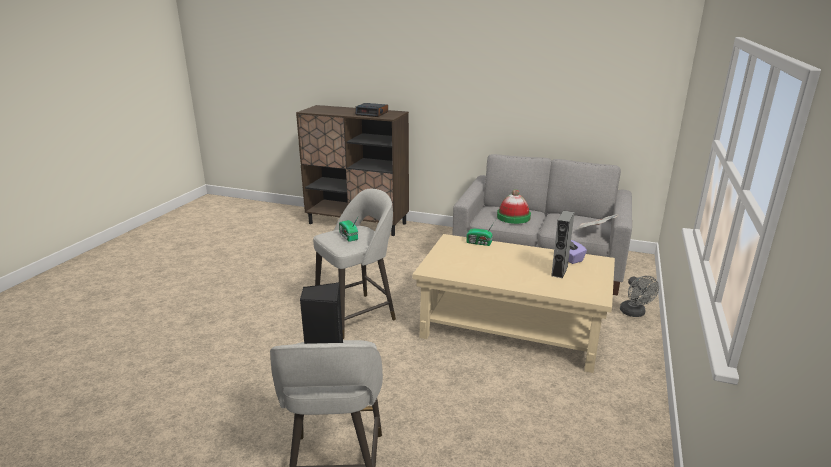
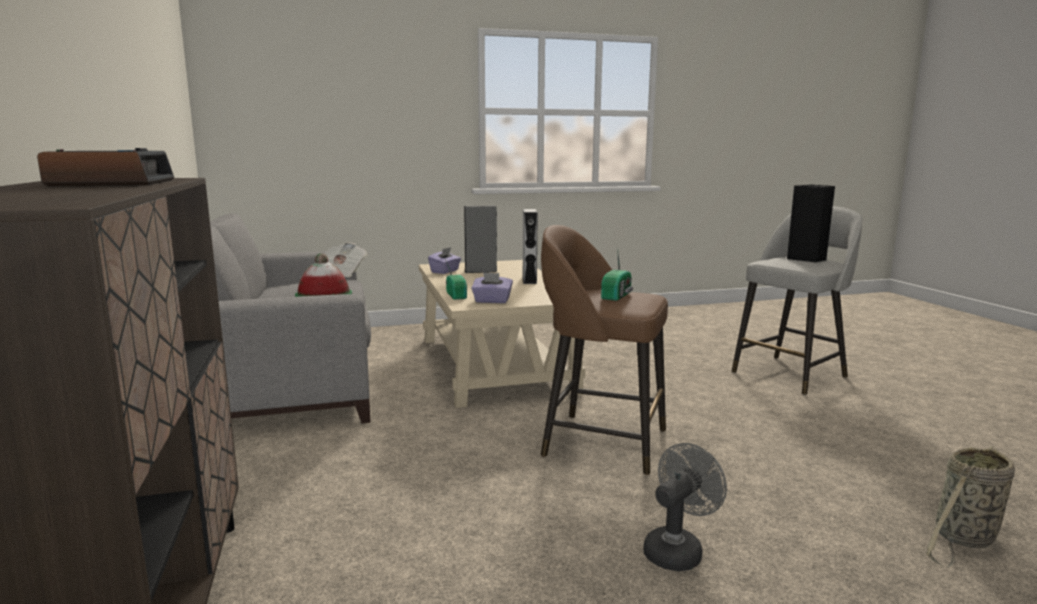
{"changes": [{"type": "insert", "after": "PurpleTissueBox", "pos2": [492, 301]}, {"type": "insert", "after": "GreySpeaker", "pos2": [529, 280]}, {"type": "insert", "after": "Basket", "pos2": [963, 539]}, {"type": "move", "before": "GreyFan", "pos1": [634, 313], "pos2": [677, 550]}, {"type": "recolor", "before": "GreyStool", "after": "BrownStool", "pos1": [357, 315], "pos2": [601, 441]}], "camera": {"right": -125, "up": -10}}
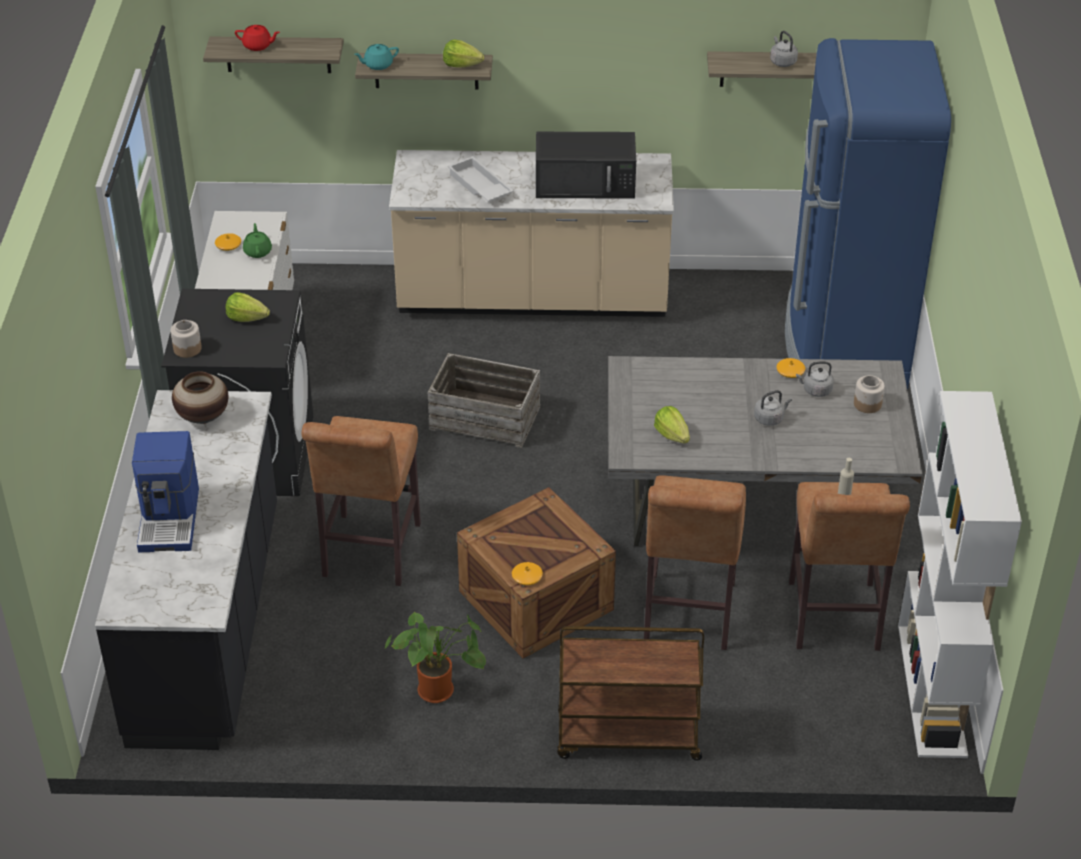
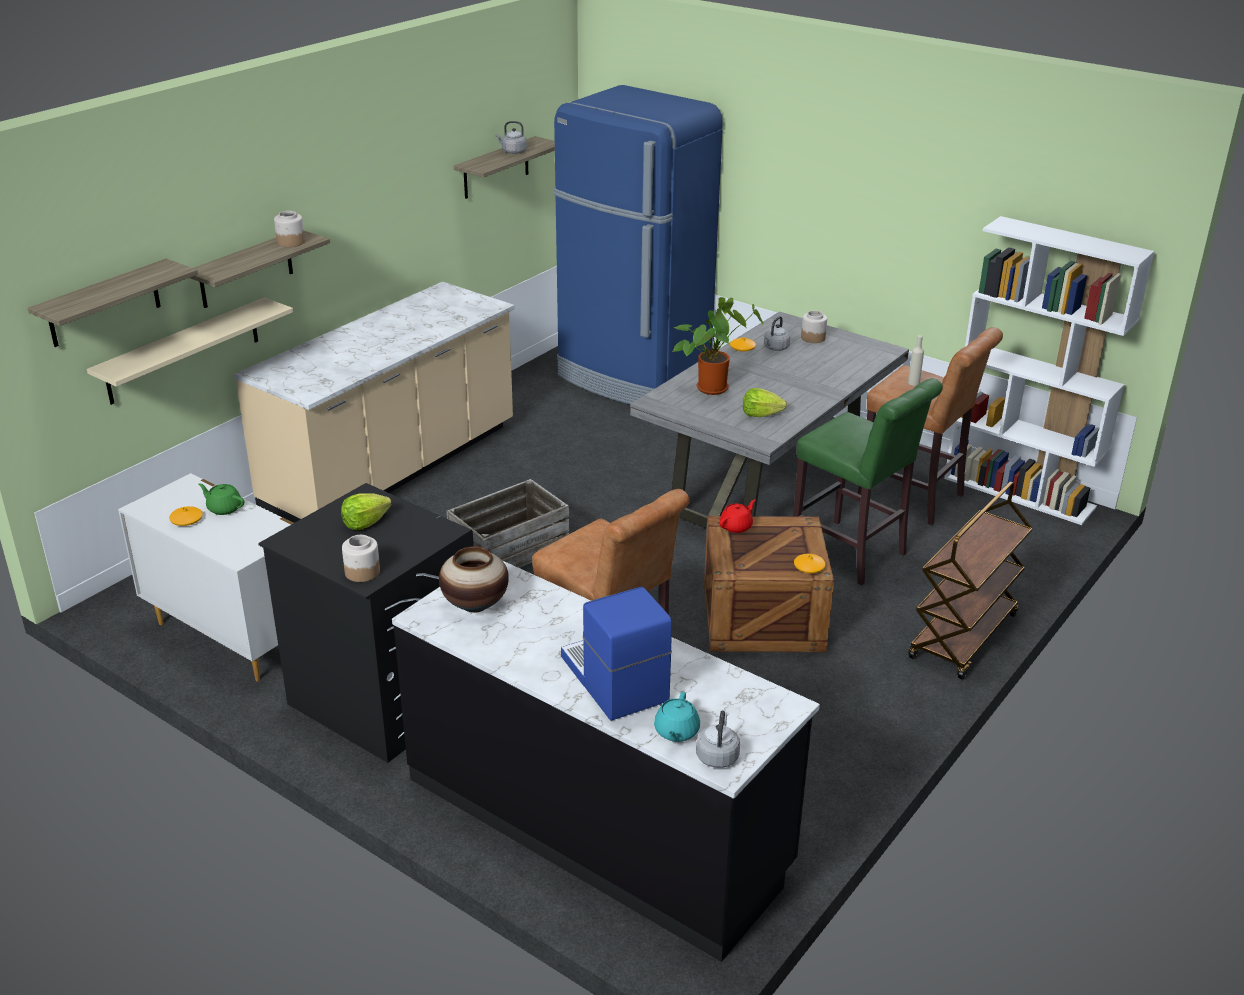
{"changes": [{"type": "delete", "before": "WhiteTray", "pos1": [479, 186]}, {"type": "delete", "before": "BlackMicrowave", "pos1": [586, 183]}, {"type": "insert", "after": "BeigeShelf", "pos2": [183, 351]}, {"type": "move", "before": "RedTeapot", "pos1": [258, 46], "pos2": [736, 526]}, {"type": "move", "before": "TurquoiseTeapot", "pos1": [377, 65], "pos2": [676, 732]}, {"type": "move", "before": "PottedPlant", "pos1": [440, 690], "pos2": [713, 387]}, {"type": "move", "before": "GreyKettle", "pos1": [770, 418], "pos2": [717, 755]}, {"type": "replace", "before": "Lettuce", "after": "Jar", "pos1": [461, 65], "pos2": [290, 242]}, {"type": "recolor", "before": "BrownStool", "after": "GreenStool", "pos1": [688, 617], "pos2": [853, 555]}, {"type": "rotate", "before": "CoffeeMachine", "pos1": [170, 519], "pos2": [613, 680], "turn": -150}], "camera": {"right": -55, "up": -10}}
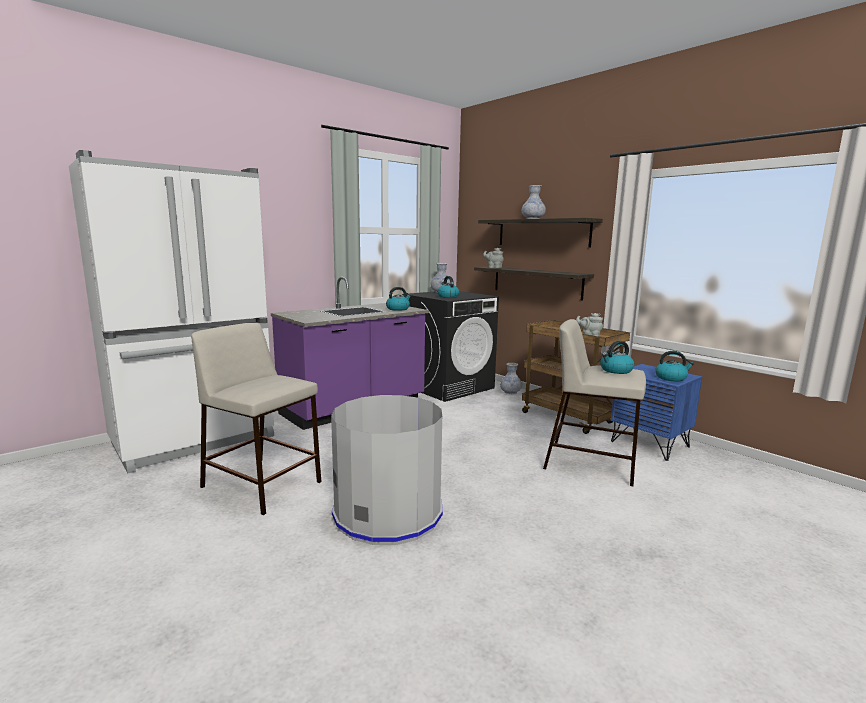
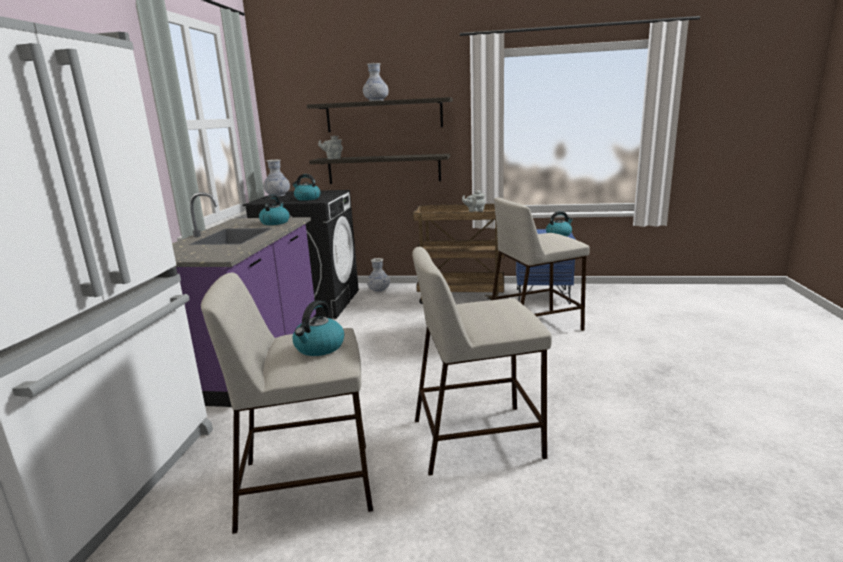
{"changes": [{"type": "move", "before": "Kettle", "pos1": [616, 370], "pos2": [319, 348]}, {"type": "replace", "before": "GreyTrashCan", "after": "BeigeStool", "pos1": [388, 513], "pos2": [478, 437]}], "camera": {"right": -40, "up": 5}}
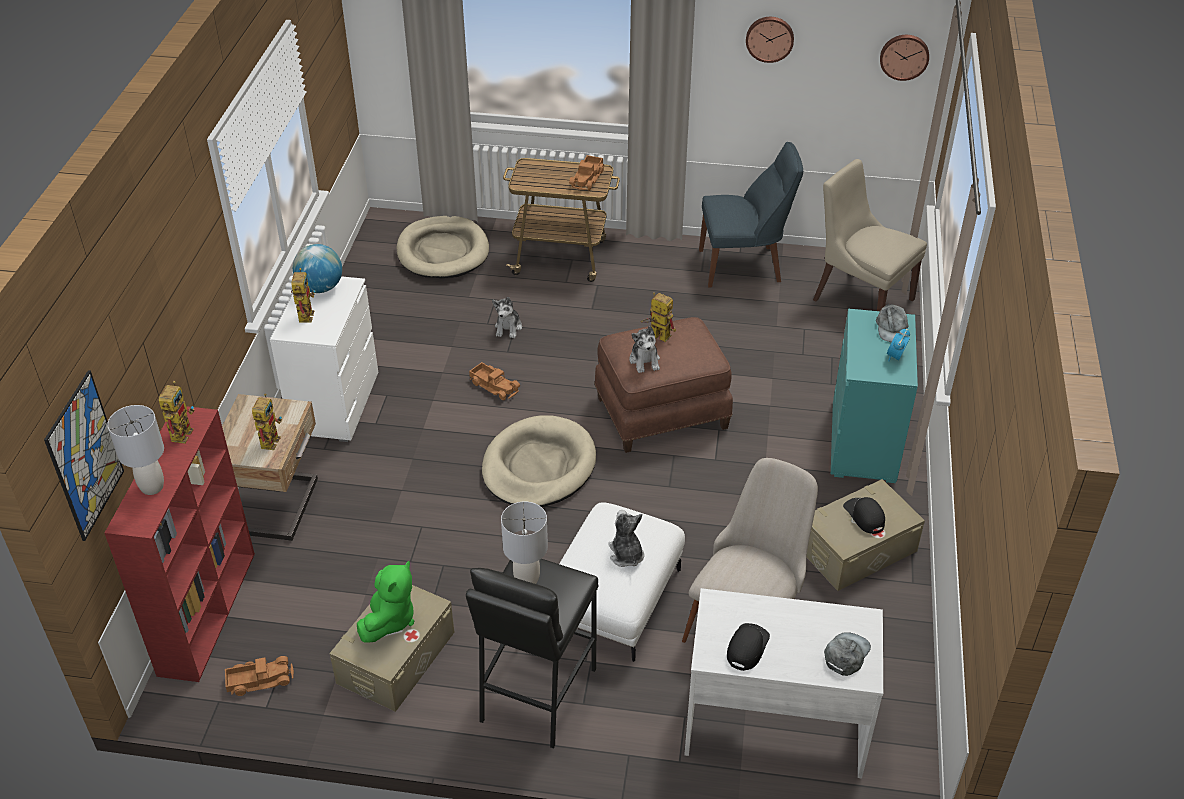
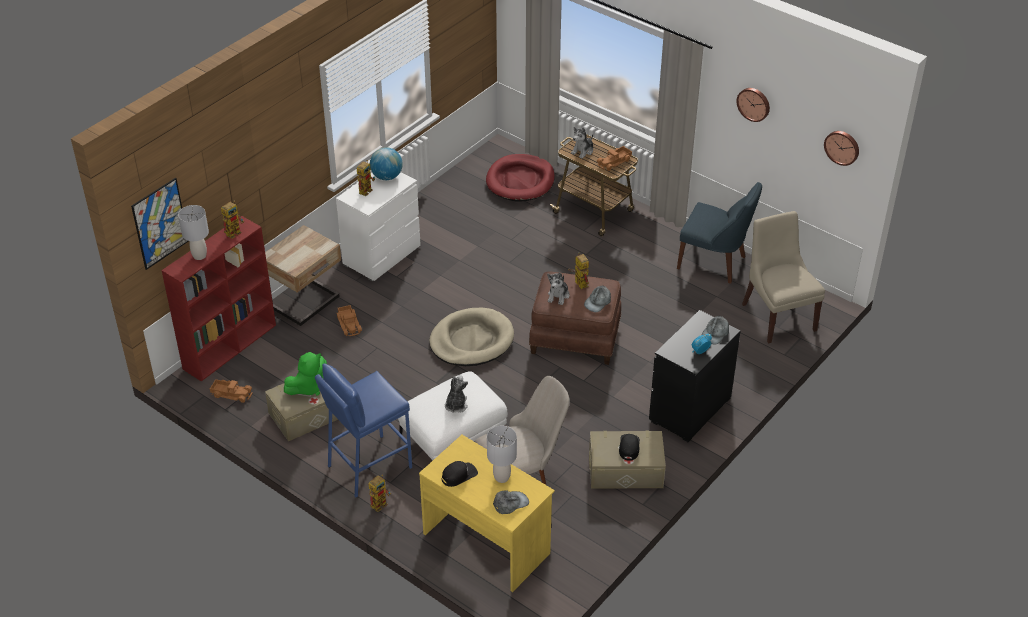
{"changes": [{"type": "insert", "after": "GreyCap", "pos2": [598, 302]}, {"type": "move", "before": "ToyRobot", "pos1": [270, 439], "pos2": [380, 502]}, {"type": "move", "before": "ToyTruck", "pos1": [495, 386], "pos2": [349, 324]}, {"type": "move", "before": "PlushToy", "pos1": [508, 328], "pos2": [583, 151]}, {"type": "move", "before": "GreyTableLamp", "pos1": [526, 579], "pos2": [501, 477]}, {"type": "recolor", "before": "BeigeDogBed", "after": "RedDogBed", "pos1": [443, 251], "pos2": [520, 181]}, {"type": "recolor", "before": "BlackStool", "after": "BlueStool", "pos1": [536, 694], "pos2": [369, 466]}, {"type": "recolor", "before": "WhiteDesk", "after": "YellowDesk", "pos1": [774, 725], "pos2": [487, 542]}, {"type": "recolor", "before": "TurquoiseDresser", "after": "BlackDresser", "pos1": [863, 443], "pos2": [689, 409]}], "camera": {"right": 30, "up": 0}}
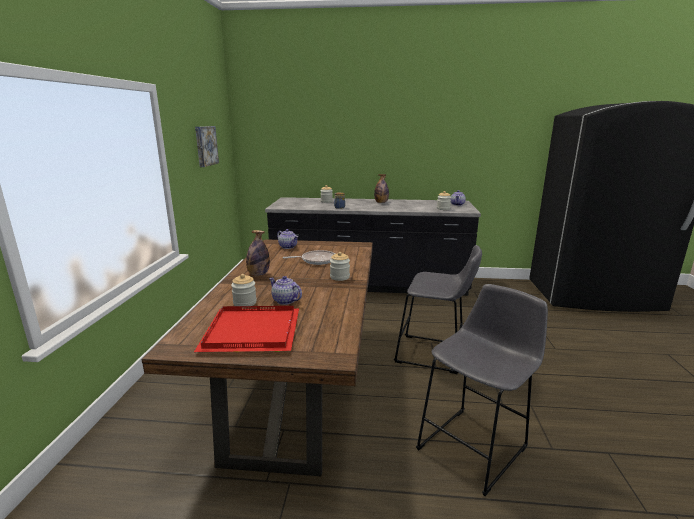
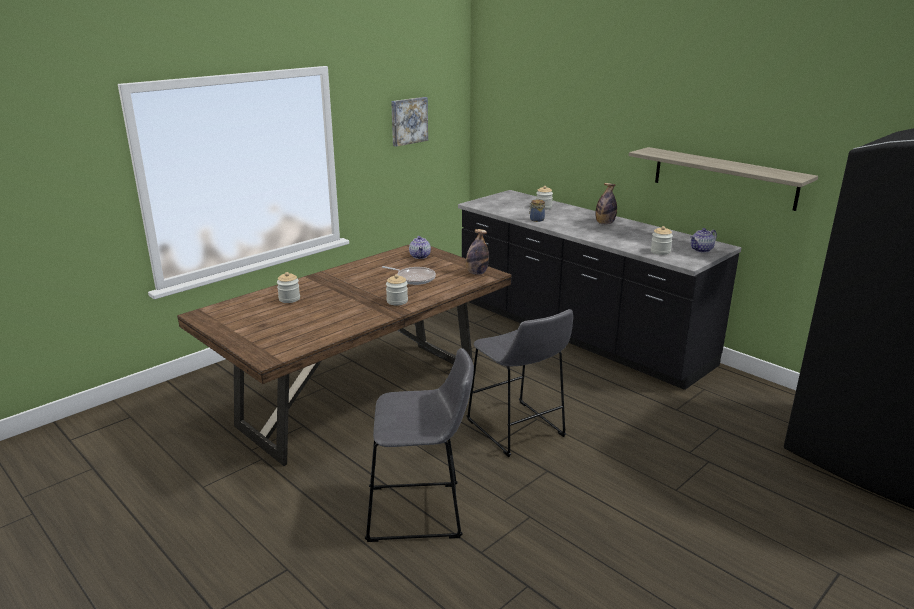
{"changes": [{"type": "delete", "before": "RedTray", "pos1": [253, 332]}, {"type": "delete", "before": "Teapot", "pos1": [285, 301]}, {"type": "insert", "after": "Shelf", "pos2": [723, 178]}, {"type": "move", "before": "Bottle", "pos1": [258, 274], "pos2": [476, 273]}], "camera": {"right": 40, "up": 5}}
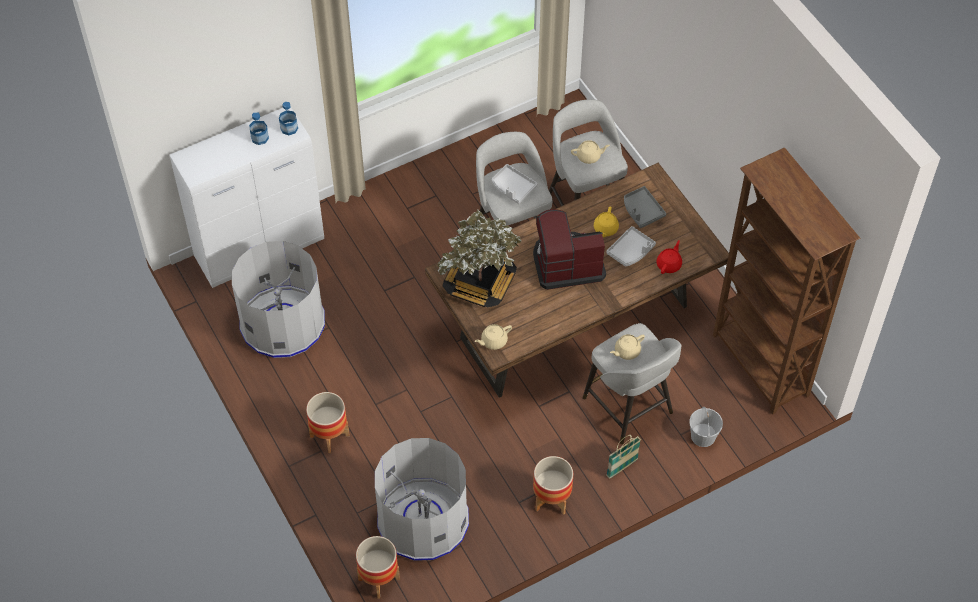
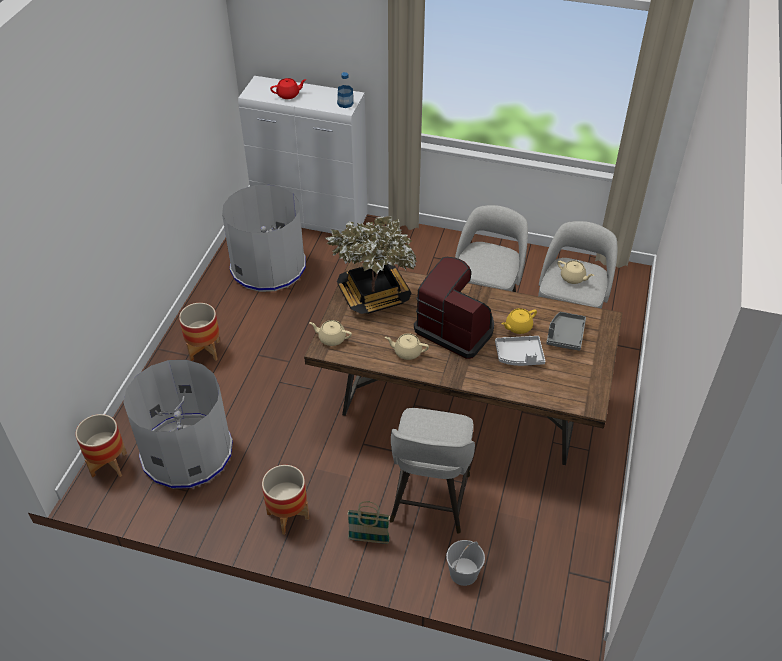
{"changes": [{"type": "delete", "before": "Bottle", "pos1": [259, 138]}, {"type": "delete", "before": "GreyTray", "pos1": [513, 188]}, {"type": "delete", "before": "BrownBookcase", "pos1": [760, 366]}, {"type": "move", "before": "BeigeTeapot", "pos1": [626, 351], "pos2": [407, 352]}, {"type": "move", "before": "RedTeapot", "pos1": [669, 264], "pos2": [288, 95]}], "camera": {"right": 45, "up": -10}}
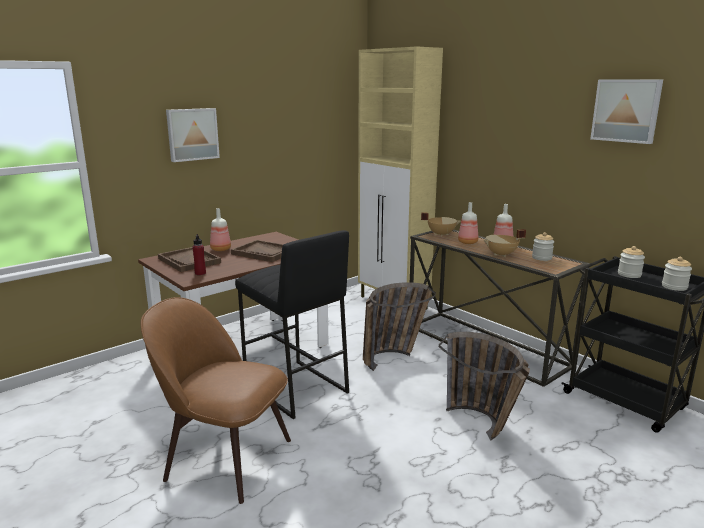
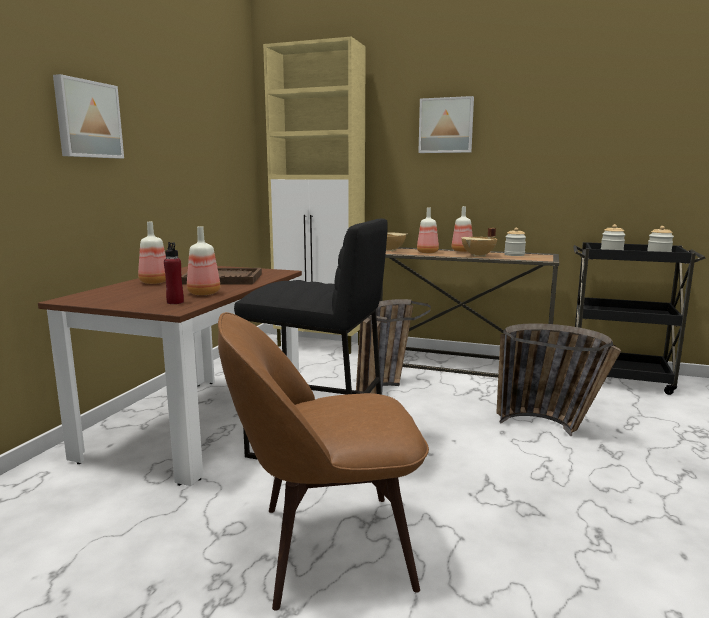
{"changes": [{"type": "delete", "before": "BrownTray", "pos1": [189, 261]}, {"type": "insert", "after": "Bottle", "pos2": [203, 293]}, {"type": "move", "before": "Picture", "pos1": [626, 110], "pos2": [446, 125]}], "camera": {"right": -30, "up": -5}}
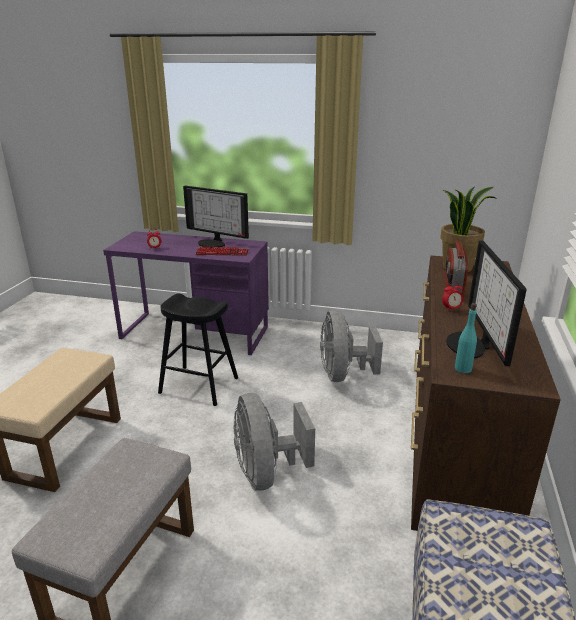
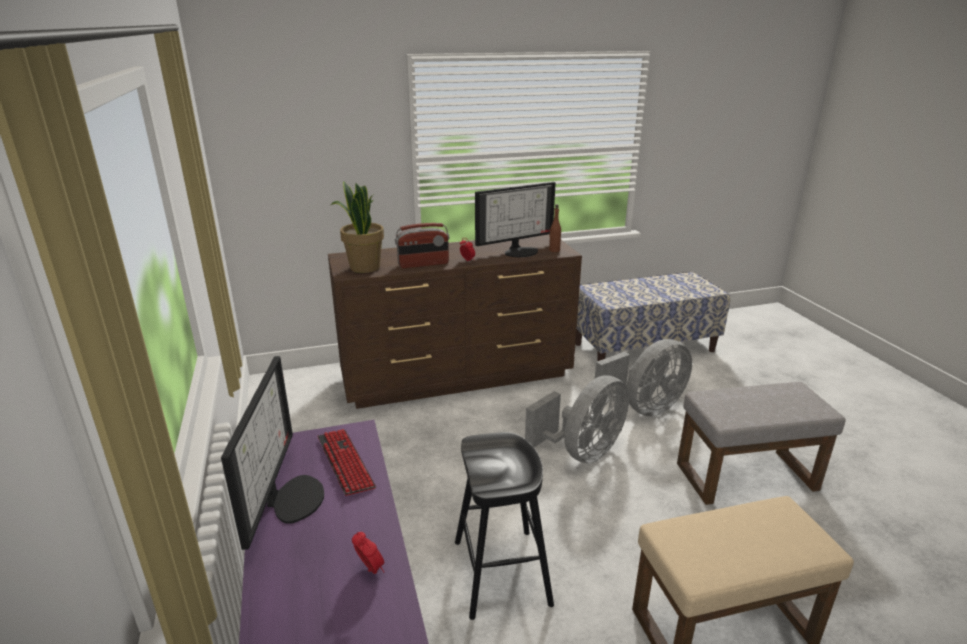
{"changes": [{"type": "move", "before": "GreyFan", "pos1": [343, 374], "pos2": [644, 408]}, {"type": "recolor", "before": "TurquoiseBottle", "after": "BrownBottle", "pos1": [463, 369], "pos2": [554, 250]}], "camera": {"right": -120, "up": 0}}
